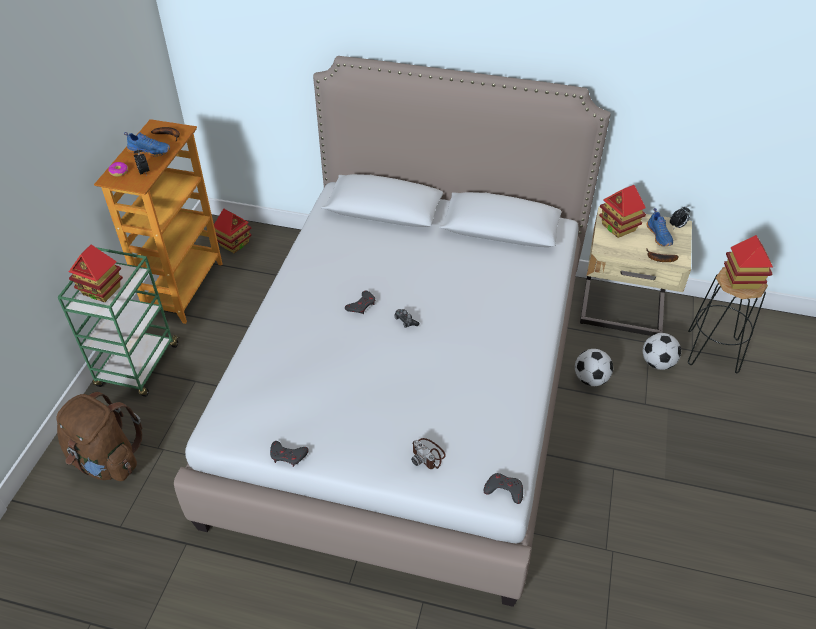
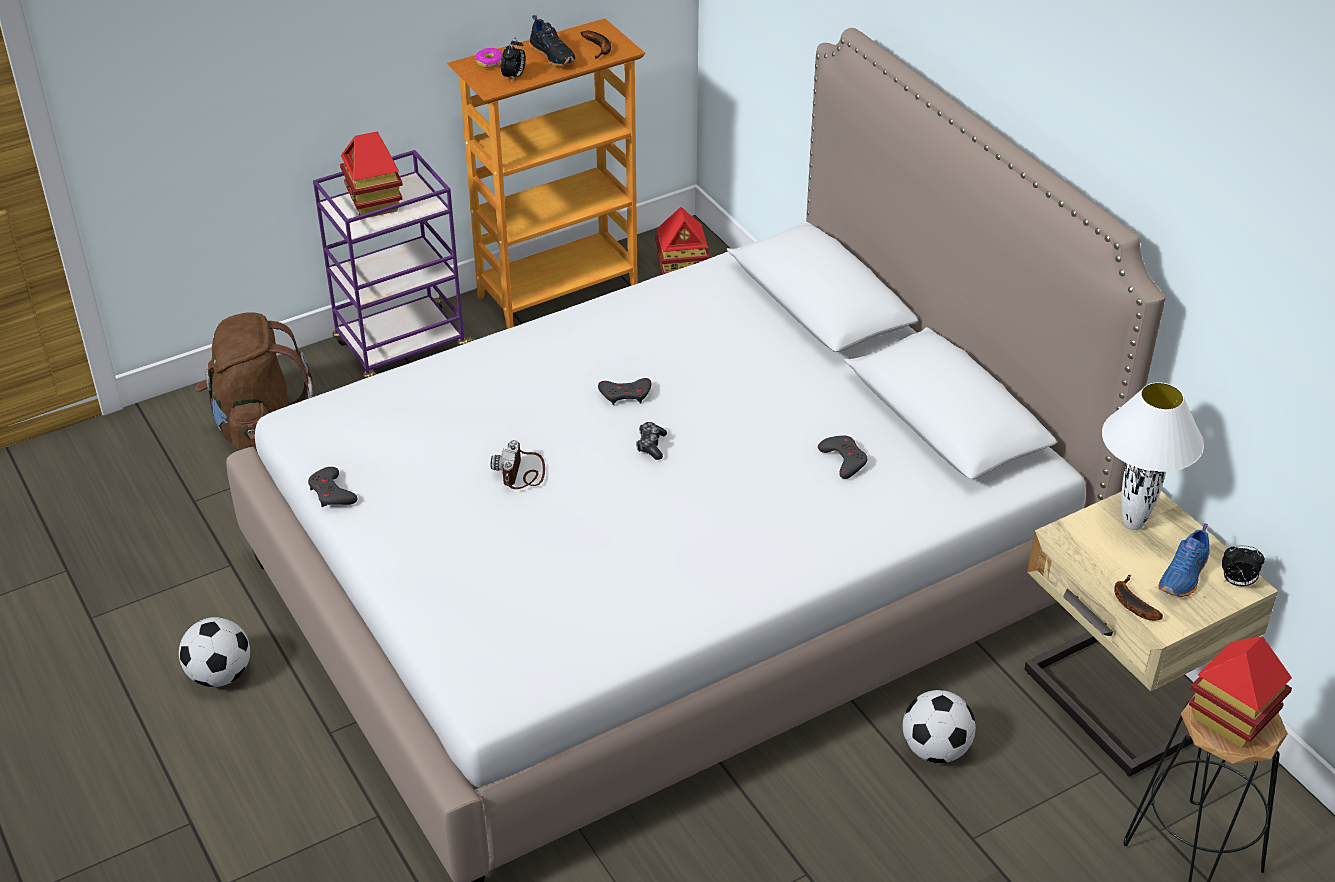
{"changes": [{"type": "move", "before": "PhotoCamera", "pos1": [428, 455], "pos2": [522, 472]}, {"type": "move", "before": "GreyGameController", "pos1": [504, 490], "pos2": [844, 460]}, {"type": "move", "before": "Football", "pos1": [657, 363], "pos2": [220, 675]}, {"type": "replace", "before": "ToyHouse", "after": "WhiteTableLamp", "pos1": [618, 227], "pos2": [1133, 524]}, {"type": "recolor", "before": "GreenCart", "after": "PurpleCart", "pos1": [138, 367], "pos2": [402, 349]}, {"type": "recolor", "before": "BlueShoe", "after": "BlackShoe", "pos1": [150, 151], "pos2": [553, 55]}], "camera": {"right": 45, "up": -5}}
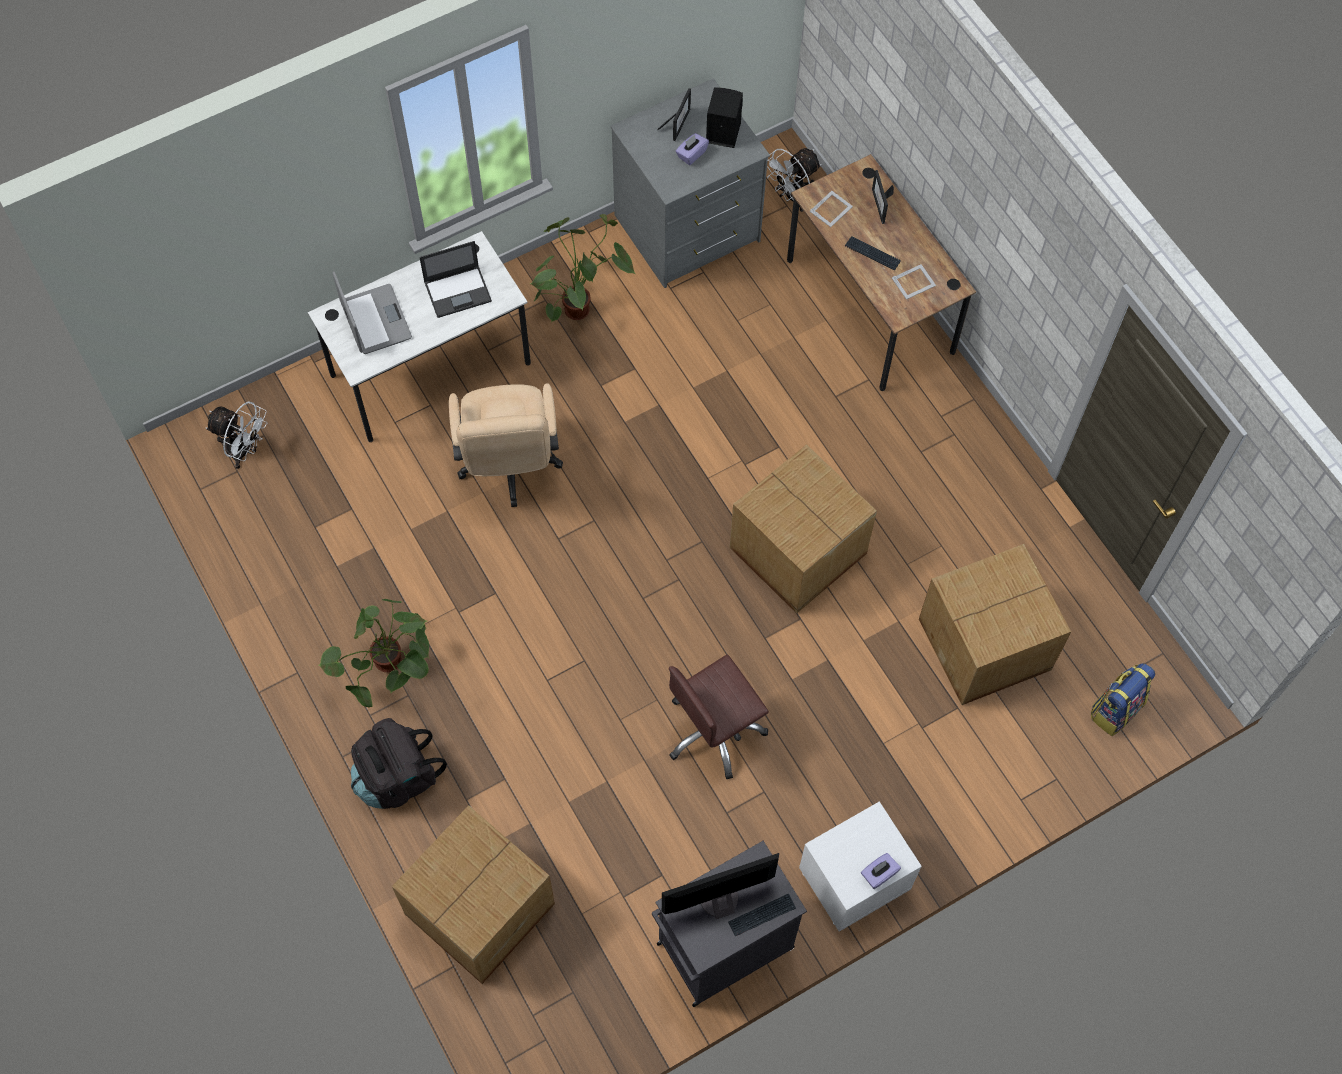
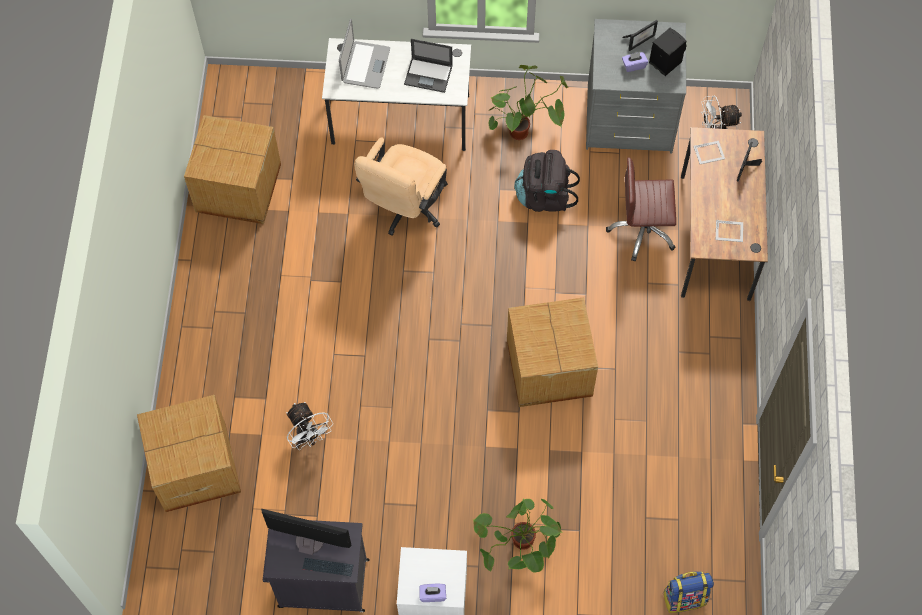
{"changes": [{"type": "delete", "before": "Keyboard", "pos1": [872, 254]}, {"type": "move", "before": "WhiteFan", "pos1": [244, 451], "pos2": [309, 438]}, {"type": "move", "before": "PottedPlant", "pos1": [391, 673], "pos2": [519, 550]}, {"type": "move", "before": "BlackBackpack", "pos1": [397, 778], "pos2": [544, 196]}, {"type": "move", "before": "BrownOfficeChair", "pos1": [714, 731], "pos2": [642, 230]}, {"type": "move", "before": "CardboardBox", "pos1": [986, 645], "pos2": [239, 189]}], "camera": {"right": 35, "up": 0}}
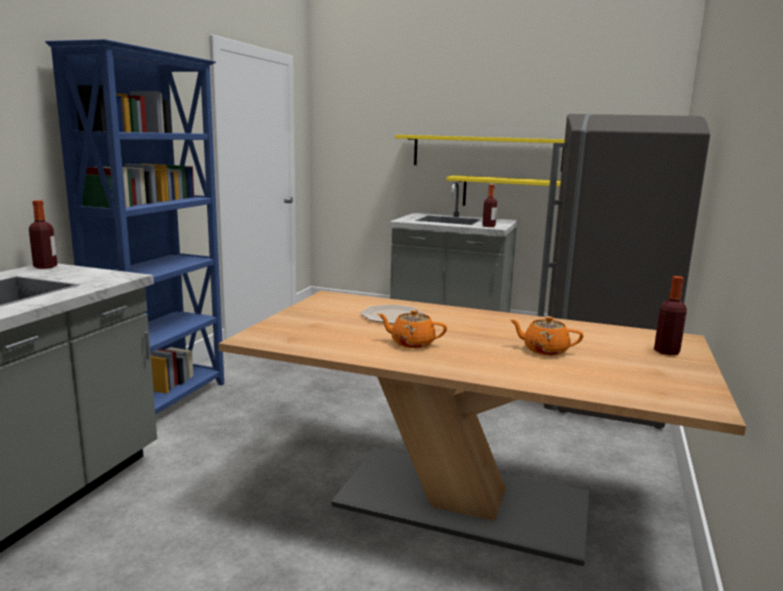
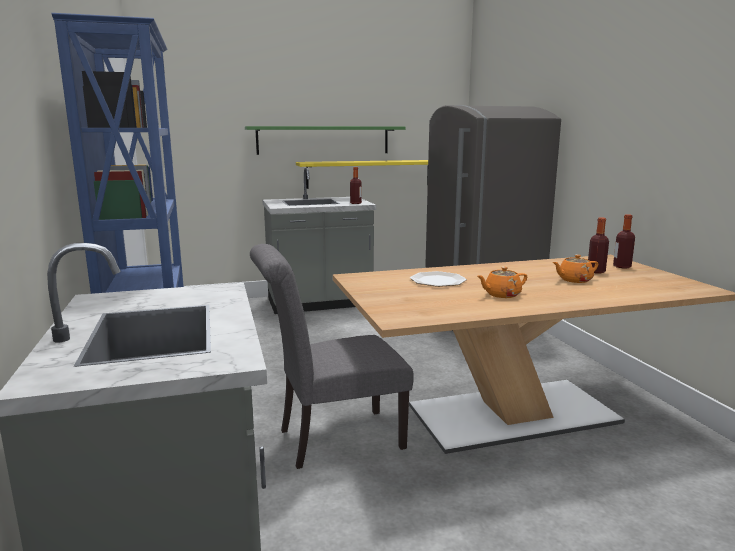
{"changes": [{"type": "insert", "after": "GreyChair", "pos2": [332, 439]}, {"type": "move", "before": "Bottle", "pos1": [45, 267], "pos2": [596, 271]}, {"type": "recolor", "before": "YellowShelf", "after": "GreenShelf", "pos1": [486, 152], "pos2": [323, 140]}], "camera": {"right": -35, "up": 0}}
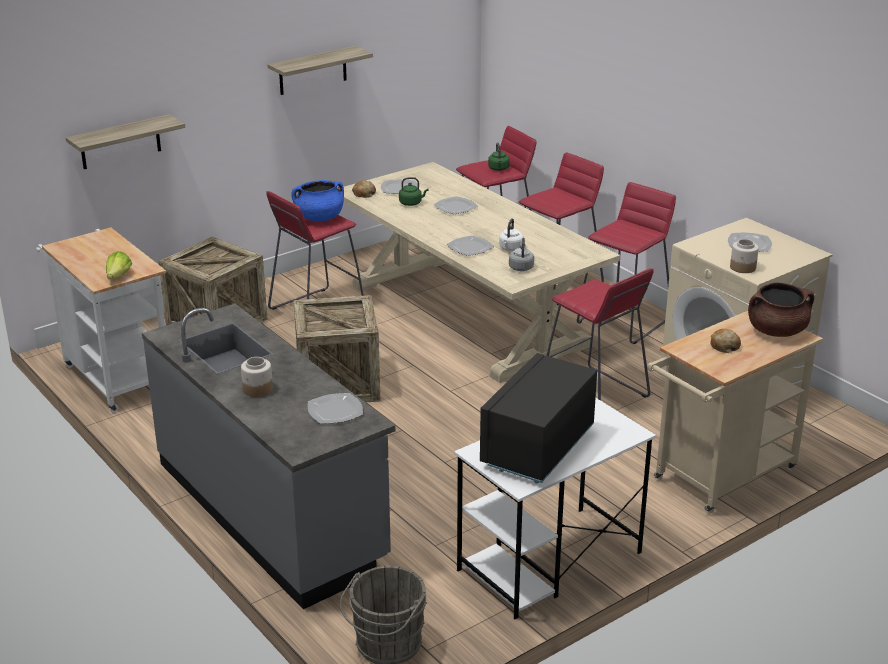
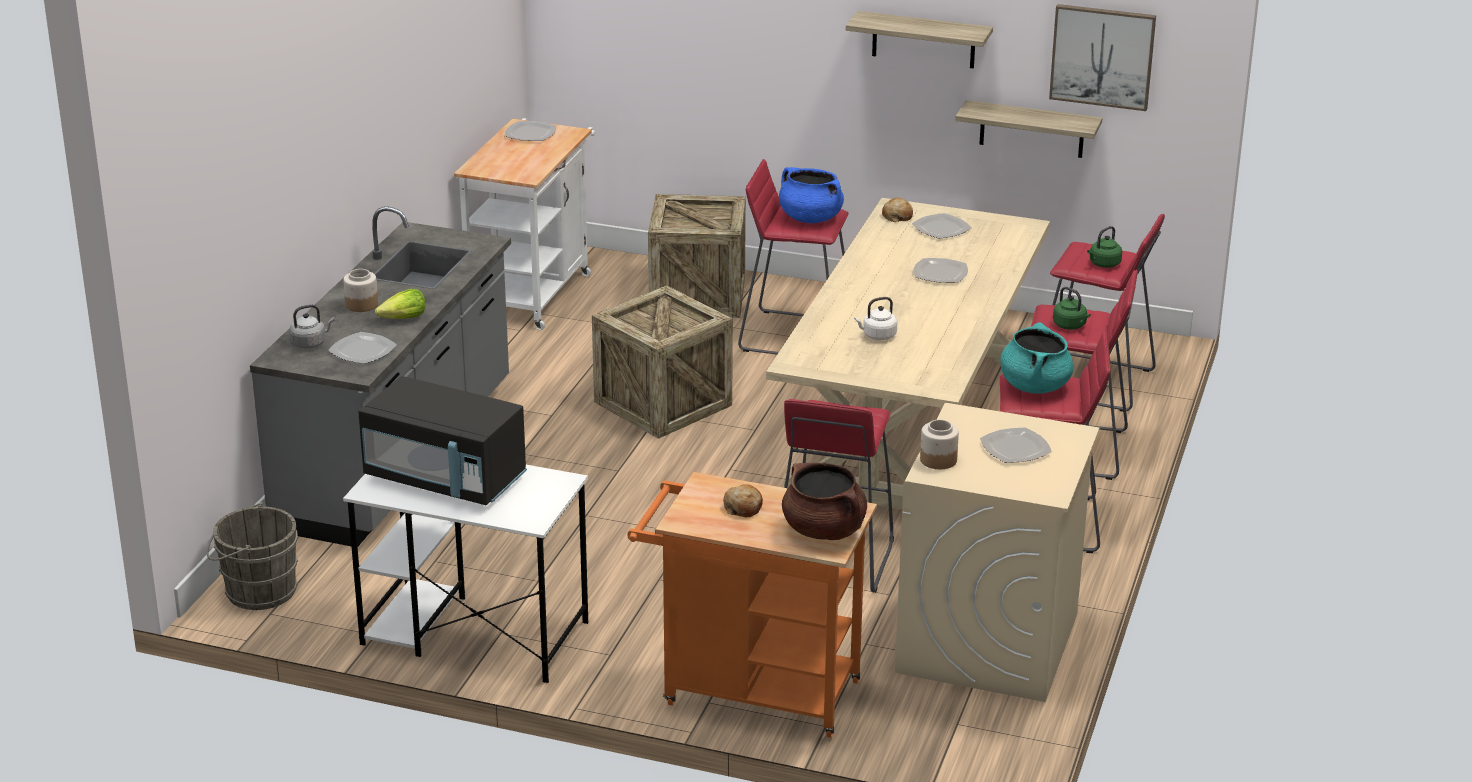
{"changes": [{"type": "insert", "after": "TurquoiseCookingPot", "pos2": [1034, 386]}, {"type": "insert", "after": "Picture", "pos2": [1102, 56]}, {"type": "move", "before": "Shelf", "pos1": [120, 142], "pos2": [1032, 129]}, {"type": "move", "before": "Lettuce", "pos1": [118, 276], "pos2": [404, 319]}, {"type": "move", "before": "GreenKettle", "pos1": [411, 203], "pos2": [1070, 326]}, {"type": "move", "before": "Plate", "pos1": [471, 247], "pos2": [531, 134]}, {"type": "move", "before": "GreyKettle", "pos1": [521, 267], "pos2": [310, 343]}, {"type": "recolor", "before": "BeigeCart", "after": "OrangeCart", "pos1": [718, 478], "pos2": [750, 691]}, {"type": "rotate", "before": "BlackMicrowave", "pos1": [537, 447], "pos2": [445, 479], "turn": -150}], "camera": {"right": 55, "up": 0}}
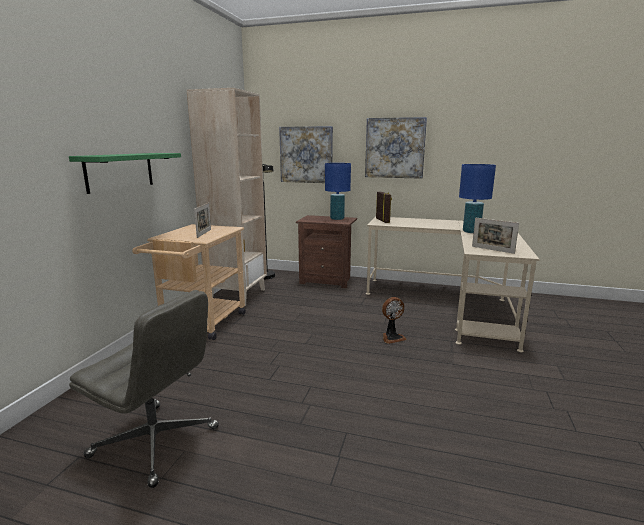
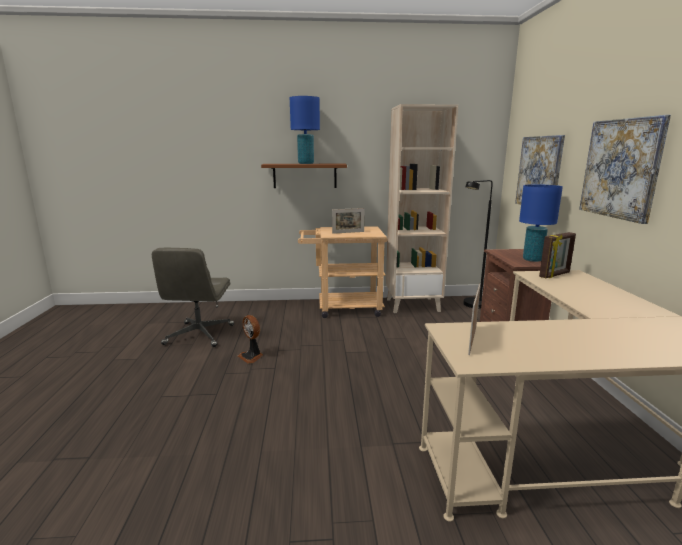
{"changes": [{"type": "move", "before": "Fan", "pos1": [392, 337], "pos2": [251, 356]}, {"type": "move", "before": "BlueTableLamp", "pos1": [471, 232], "pos2": [306, 163]}, {"type": "recolor", "before": "GreenShelf", "after": "BrownShelf", "pos1": [120, 171], "pos2": [305, 175]}], "camera": {"right": 70, "up": 0}}
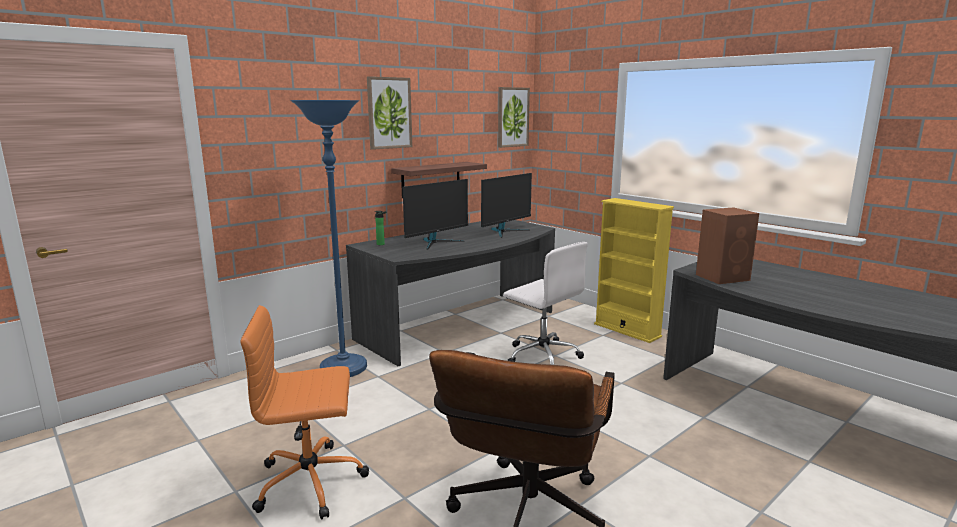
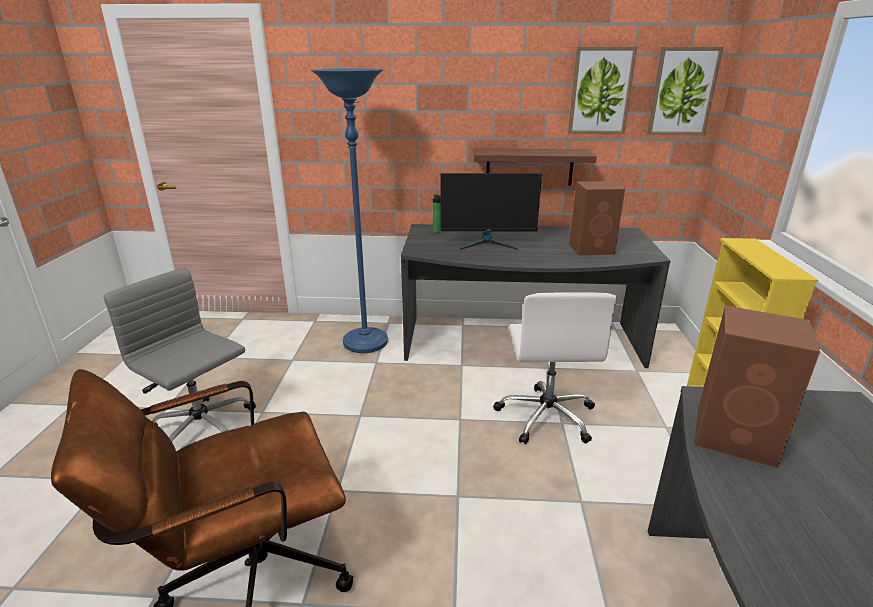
{"changes": [{"type": "move", "before": "Picture", "pos1": [389, 113], "pos2": [600, 91]}, {"type": "replace", "before": "Monitor", "after": "BrownSpeaker", "pos1": [505, 231], "pos2": [592, 249]}, {"type": "recolor", "before": "OrangeOfficeChair", "after": "GreyOfficeChair", "pos1": [312, 481], "pos2": [203, 430]}], "camera": {"right": 45, "up": 10}}
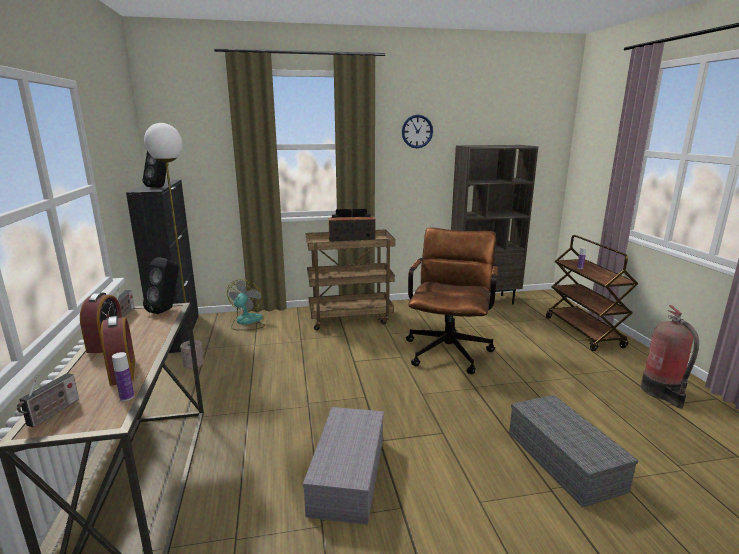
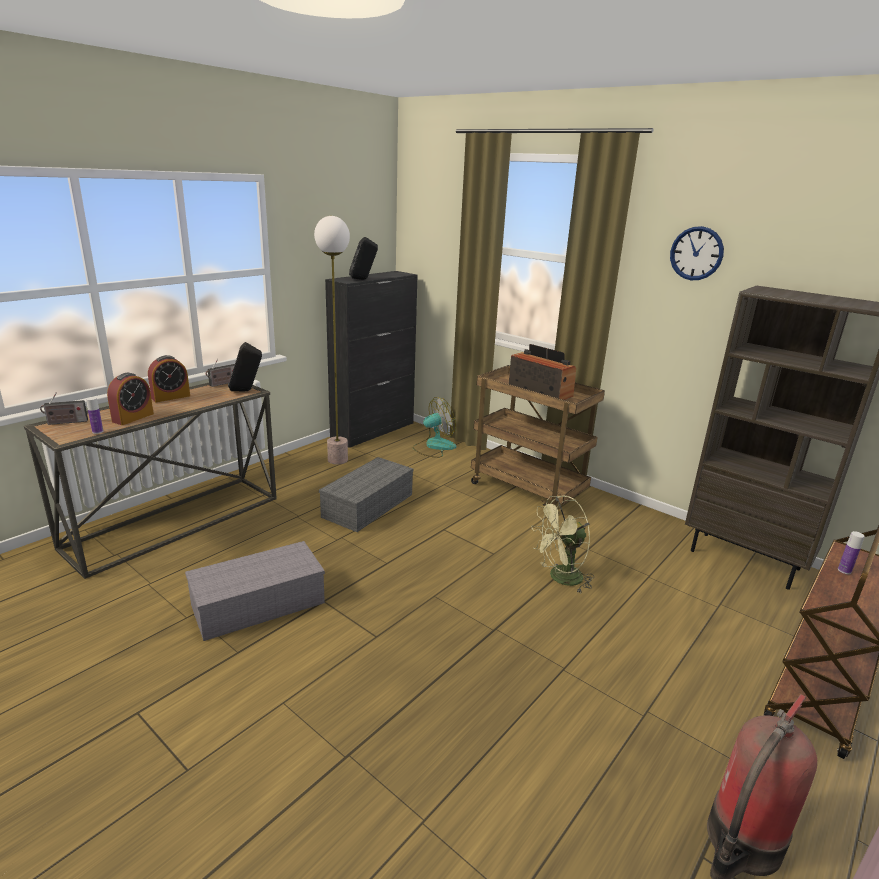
{"changes": [{"type": "move", "before": "GreyStorageBox", "pos1": [566, 461], "pos2": [368, 506]}, {"type": "replace", "before": "BrownOfficeChair", "after": "GreenFan", "pos1": [449, 348], "pos2": [560, 579]}], "camera": {"right": 50, "up": 5}}
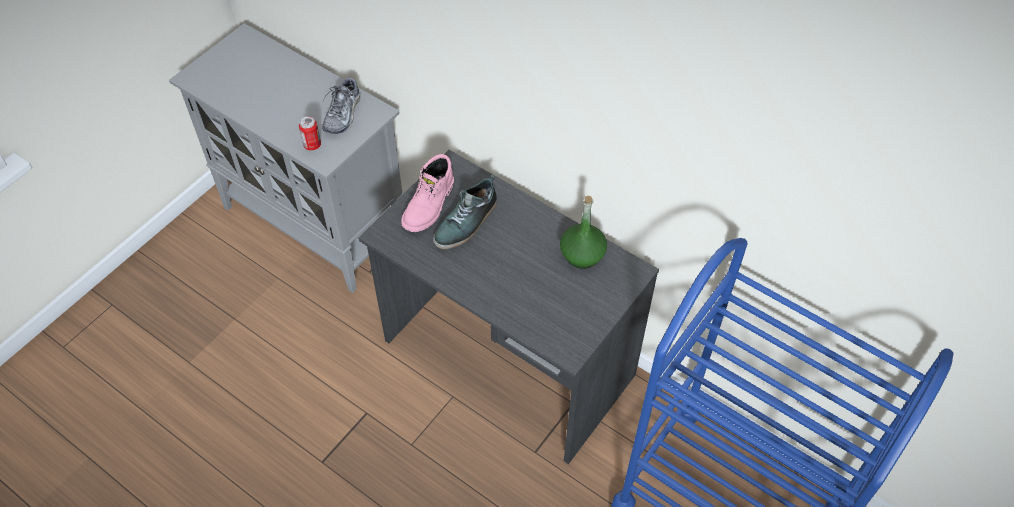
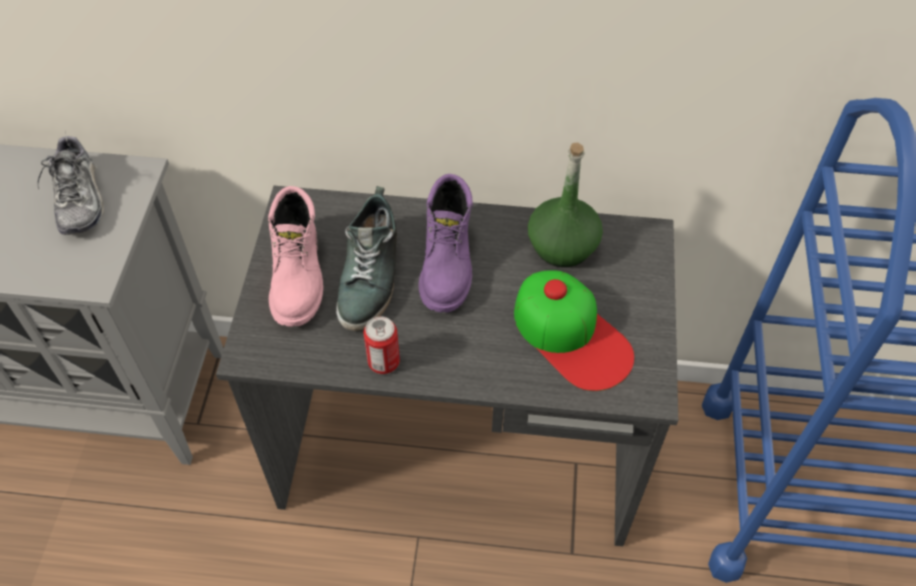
{"changes": [{"type": "insert", "after": "PurpleBoot", "pos2": [448, 263]}, {"type": "insert", "after": "Cap", "pos2": [571, 335]}, {"type": "move", "before": "Can", "pos1": [312, 145], "pos2": [383, 362]}], "camera": {"right": -30, "up": 0}}
